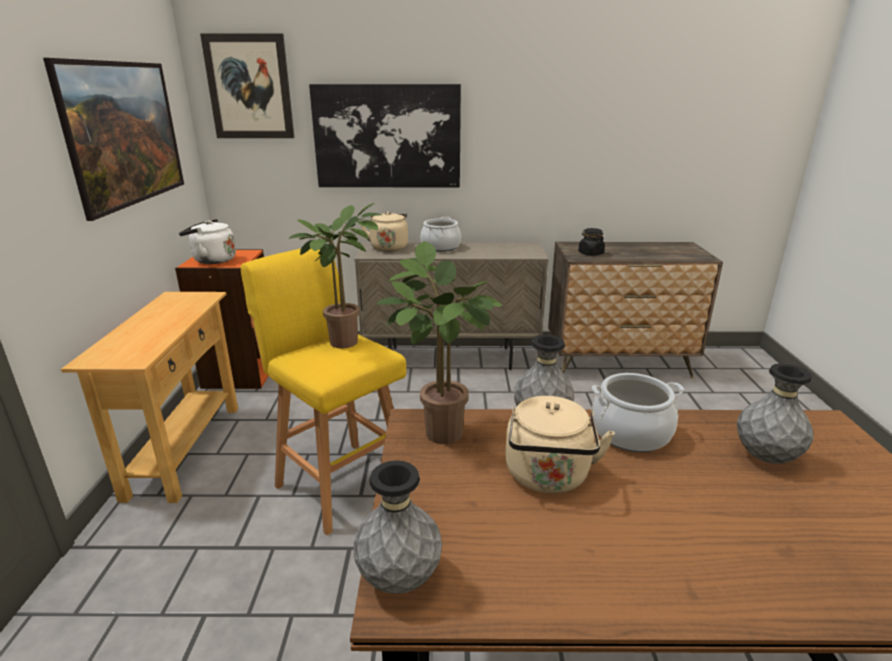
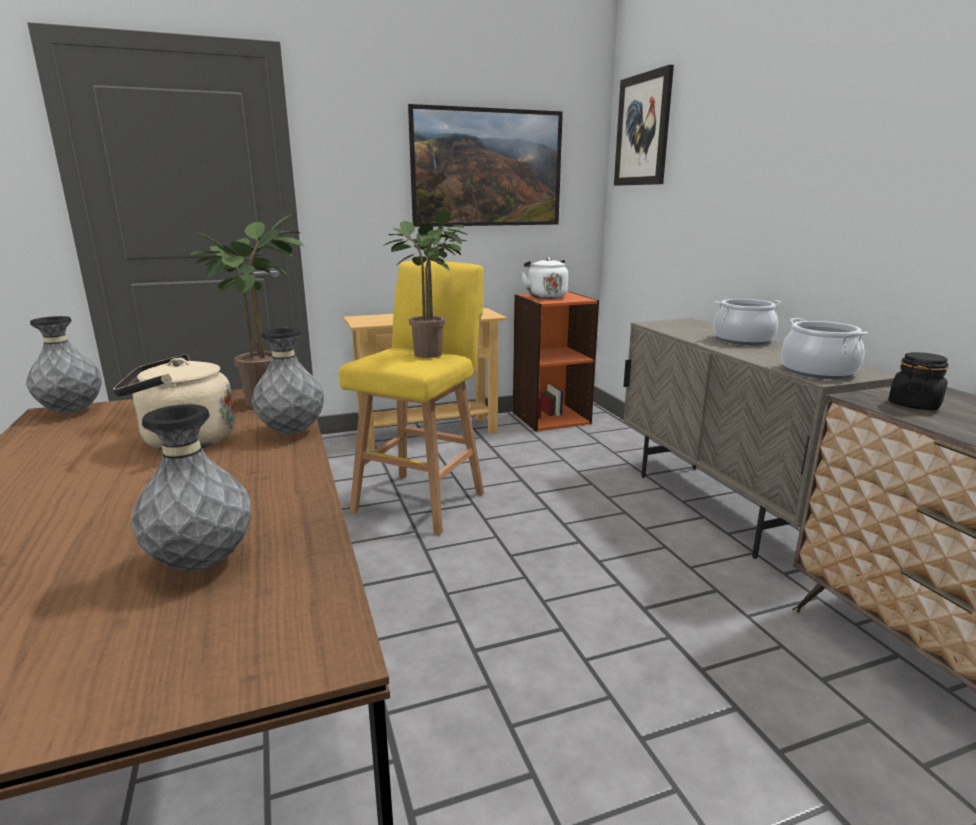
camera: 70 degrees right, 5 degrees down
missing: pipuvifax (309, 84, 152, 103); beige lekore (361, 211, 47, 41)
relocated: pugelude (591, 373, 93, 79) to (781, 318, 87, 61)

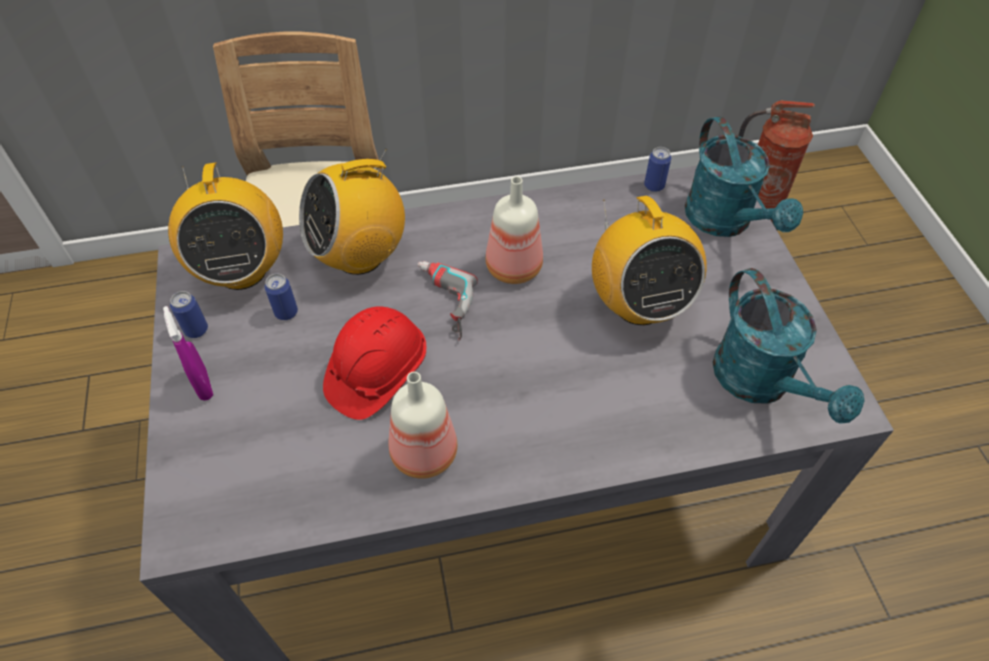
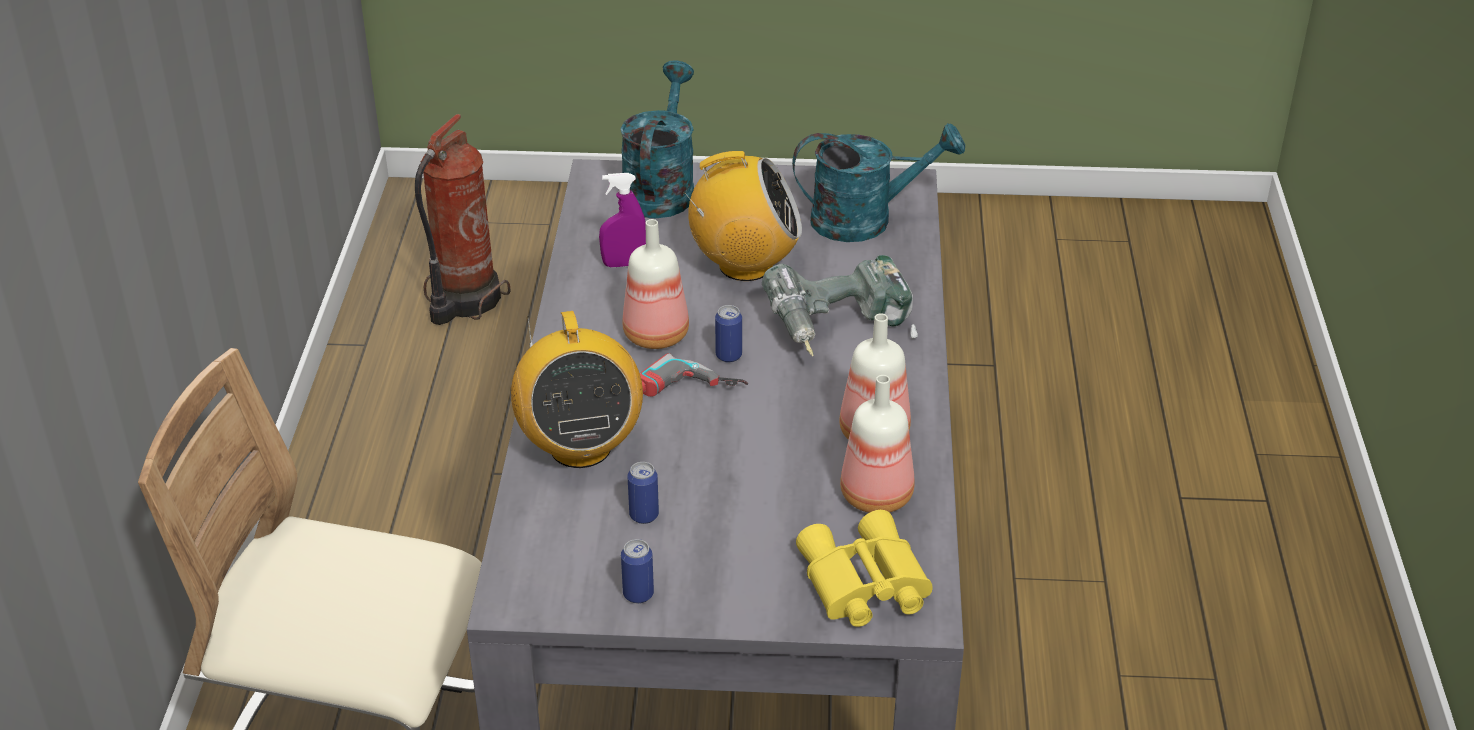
camera: 75 degrees left, 15 degrees down
missing: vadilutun (168, 162, 115, 128); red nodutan (323, 306, 103, 114)
appeared: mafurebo (762, 255, 156, 102); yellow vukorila (796, 510, 137, 117); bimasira (840, 375, 74, 138)
relocated: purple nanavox (163, 306, 50, 95) to (599, 173, 47, 94); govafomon (644, 147, 27, 45) to (715, 305, 27, 58)
spun: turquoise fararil (685, 116, 118, 121) = (620, 60, 74, 158) 75 degrees counterclockwise

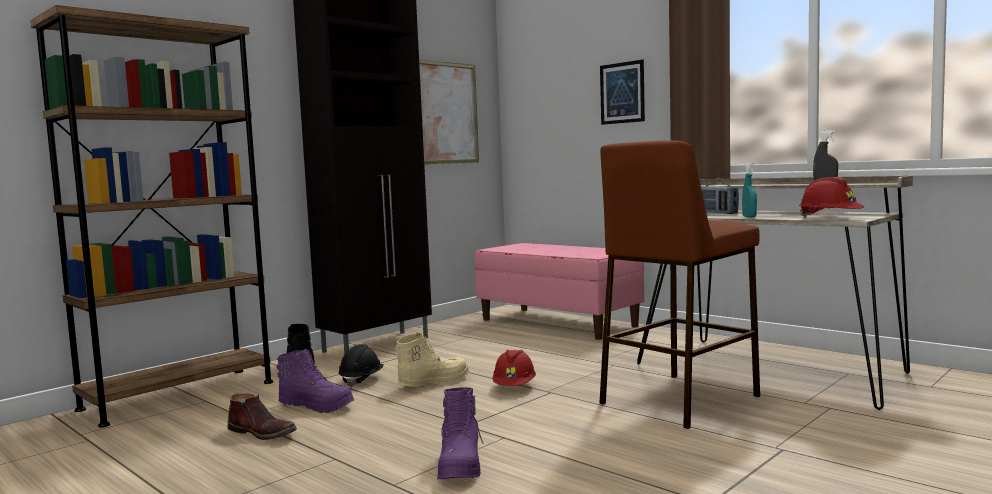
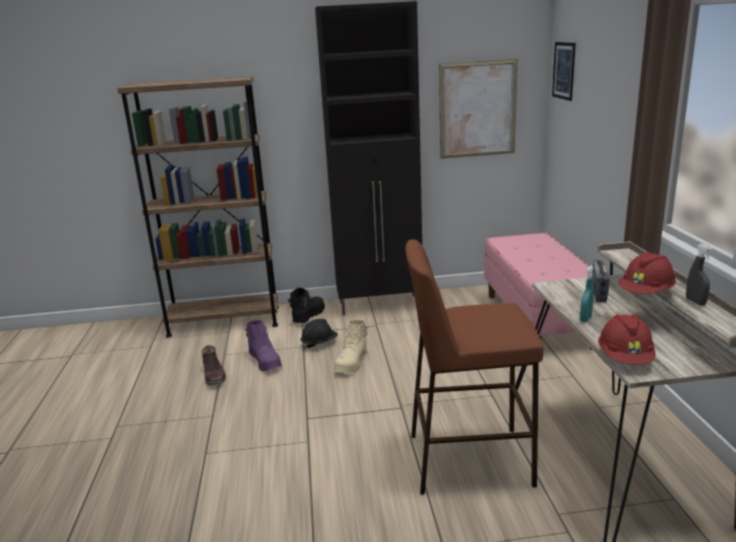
camera: 40 degrees right, 15 degrees up
missing: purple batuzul (437, 387, 46, 92)
relocated: red nodutan (492, 350, 44, 36) to (618, 252, 58, 42); pipuvifax (600, 60, 45, 65) to (552, 42, 24, 59)
spun: beige batuzul (396, 332, 73, 55) = (334, 320, 34, 54) 105 degrees clockwise

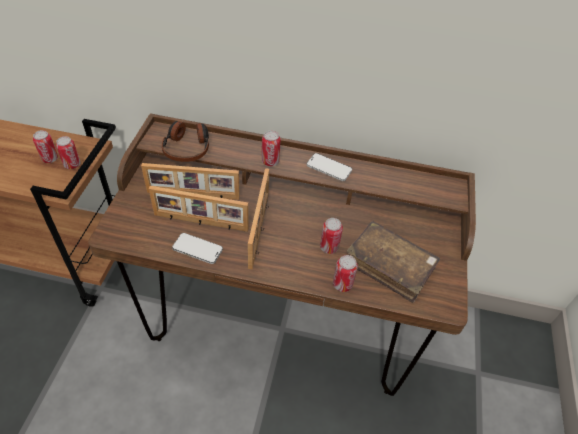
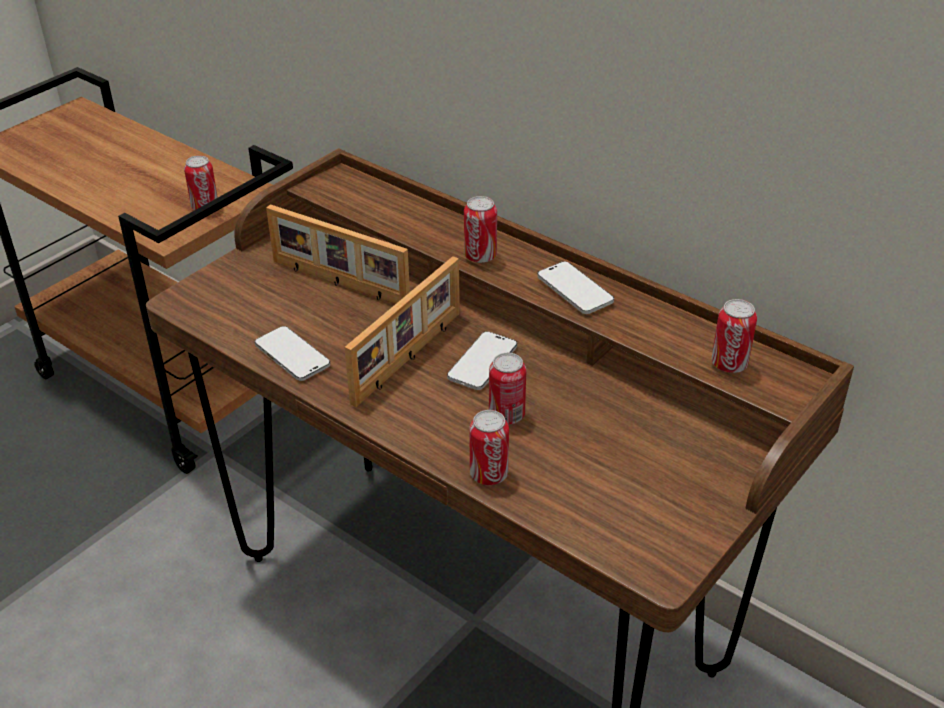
camera: 30 degrees right, 10 degrees down
missing: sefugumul (149, 186, 100, 46); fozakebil (162, 121, 47, 41); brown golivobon (347, 221, 93, 82)
appeared: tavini (447, 331, 70, 59)
relocated: govafomon (33, 130, 25, 33) to (712, 299, 45, 74)

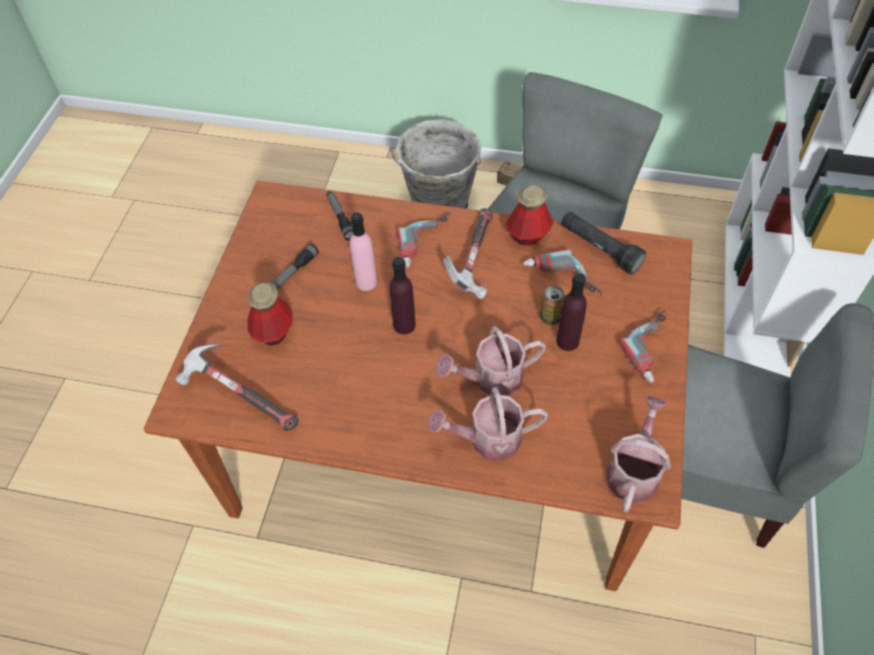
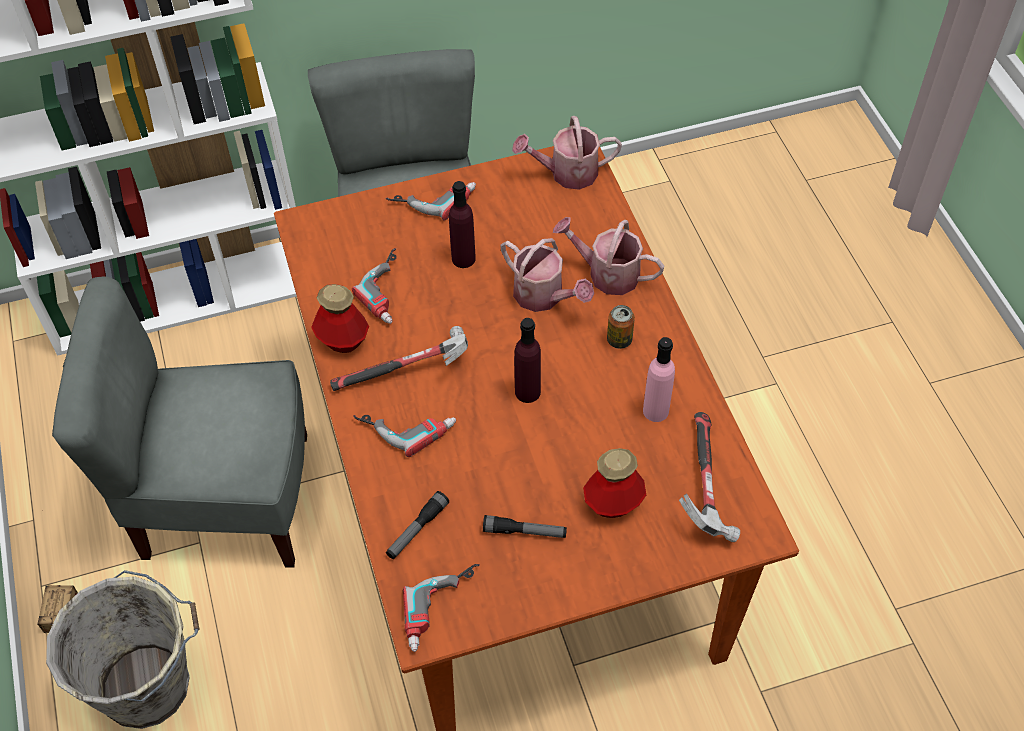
camera: 120 degrees left, 0 degrees up
missing: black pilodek (561, 212, 85, 63)
appeared: mafurebo (403, 564, 77, 88)
relocated: pink bimasira (350, 212, 27, 79) to (643, 337, 32, 85); govafomon (540, 286, 25, 39) to (607, 305, 28, 44)
spun: fararil (428, 387, 120, 74) = (553, 217, 111, 78) 150 degrees clockwise

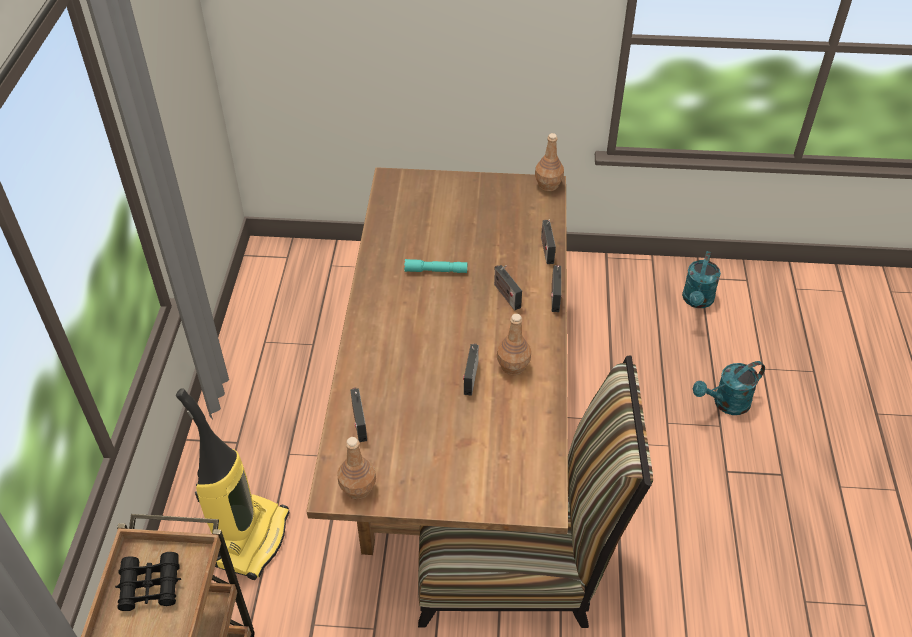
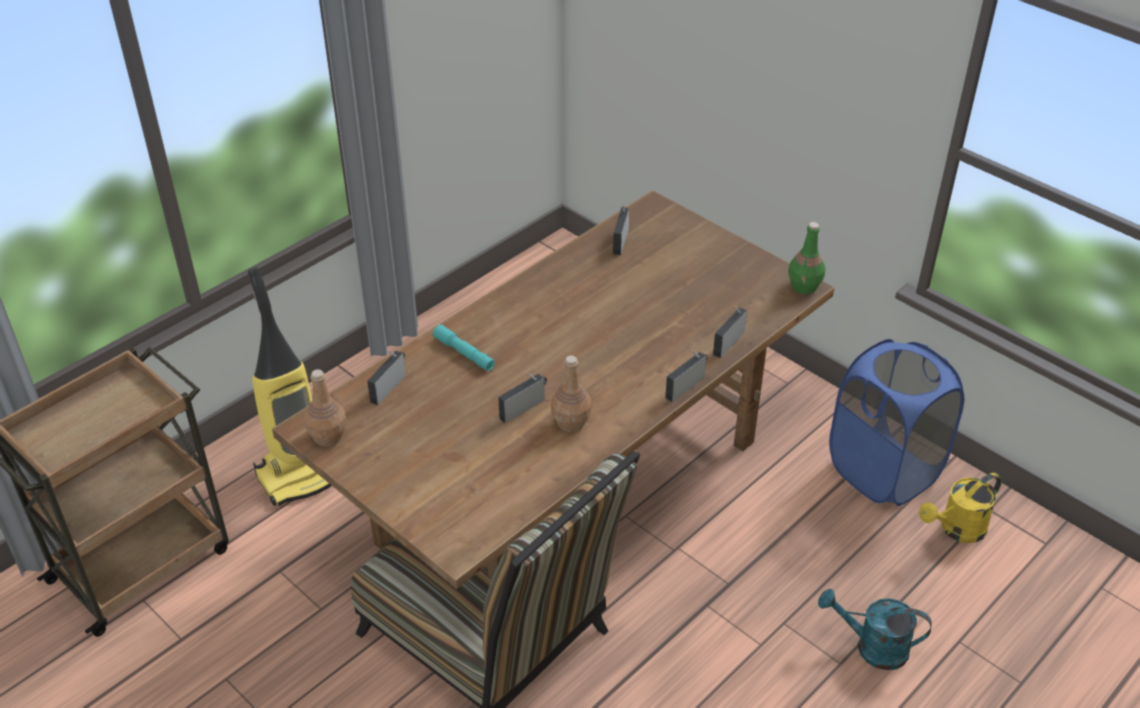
camera: 40 degrees right, 5 degrees down
missing: black vukorila (115, 552, 66, 59)
appeared: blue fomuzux (829, 339, 135, 167)
relocated: turquoise pilodek (404, 259, 63, 14) to (433, 324, 62, 47); vadilutun (494, 265, 28, 45) to (612, 205, 17, 50)
colour: brown bimasira (535, 133, 29, 58) to green bimasira (788, 222, 37, 72); turquoise fararil (682, 251, 39, 57) to yellow fararil (919, 473, 83, 70)

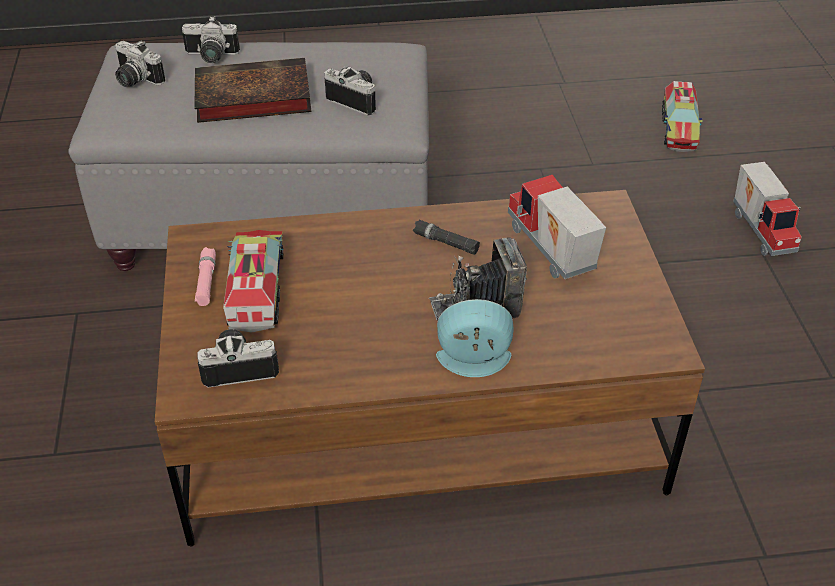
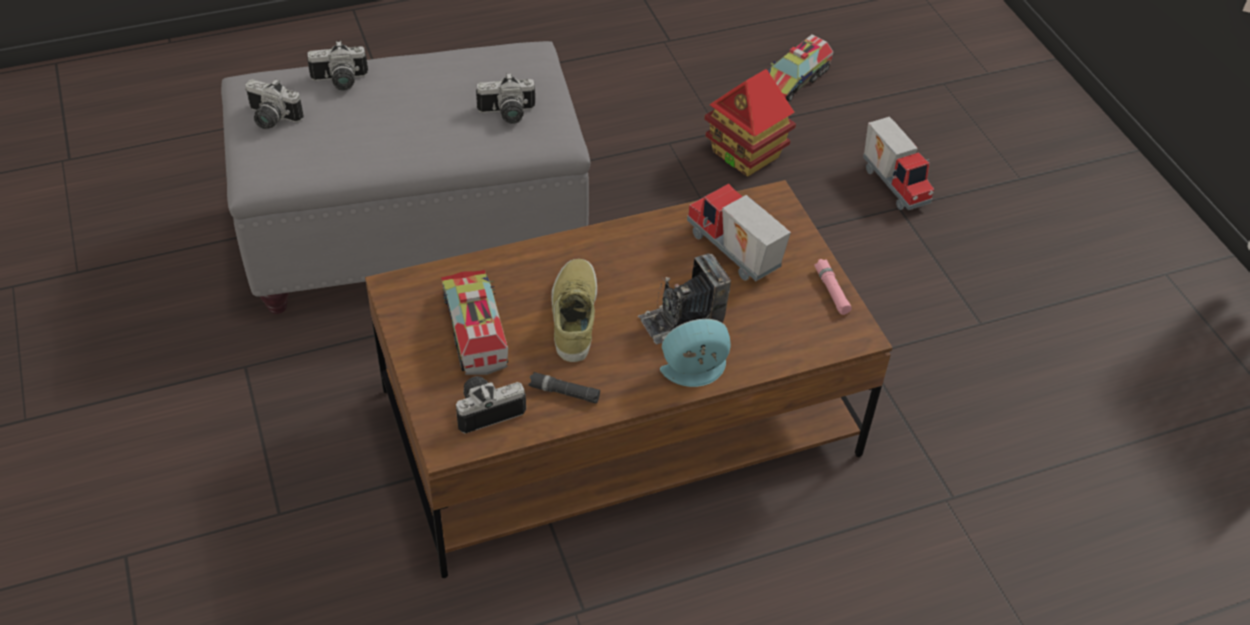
camera: 15 degrees left, 5 degrees up
missing: golivobon (194, 58, 117, 65)
appeared: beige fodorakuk (551, 259, 46, 103); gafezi (704, 69, 92, 108)
relocated: pink pilodek (195, 247, 21, 59) to (814, 259, 38, 56); black pilodek (413, 220, 67, 35) to (529, 372, 71, 31)
spun: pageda (324, 66, 52, 49) = (476, 73, 59, 51) 150 degrees clockwise; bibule (662, 81, 41, 71) = (768, 34, 65, 68) 45 degrees clockwise

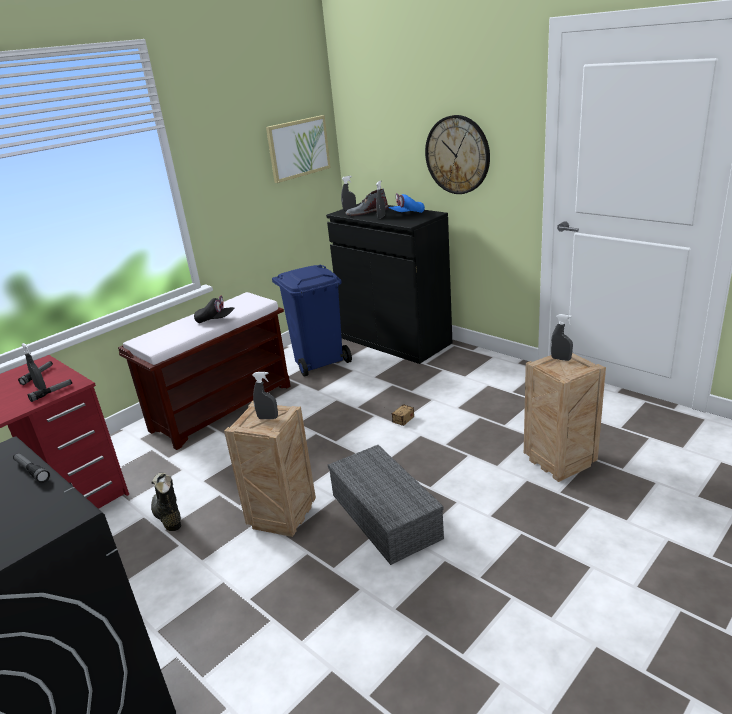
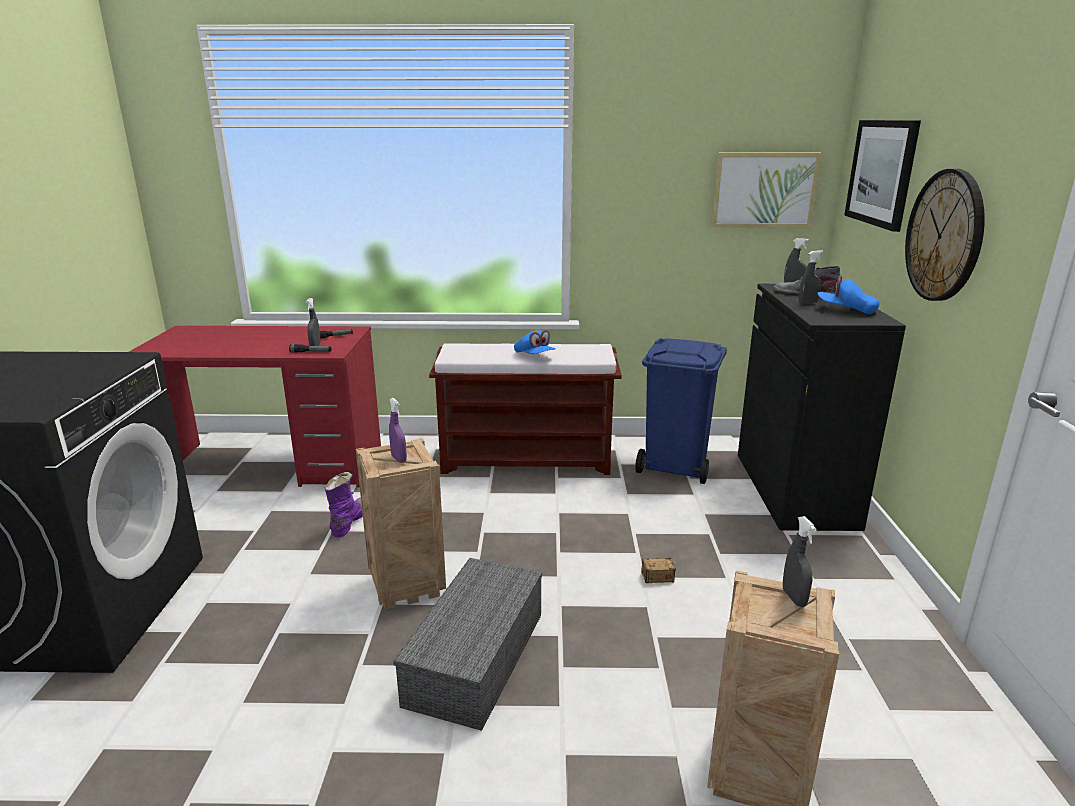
camera: 45 degrees right, 5 degrees down
missing: pilodek (13, 453, 37, 30)
appeared: pipuvifax (844, 120, 77, 112)
colour: black batuzul (151, 473, 30, 58) to purple batuzul (325, 472, 38, 65); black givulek (194, 295, 40, 28) to blue givulek (514, 330, 41, 24); grey nanavox (252, 372, 26, 47) to purple nanavox (389, 398, 18, 65)

